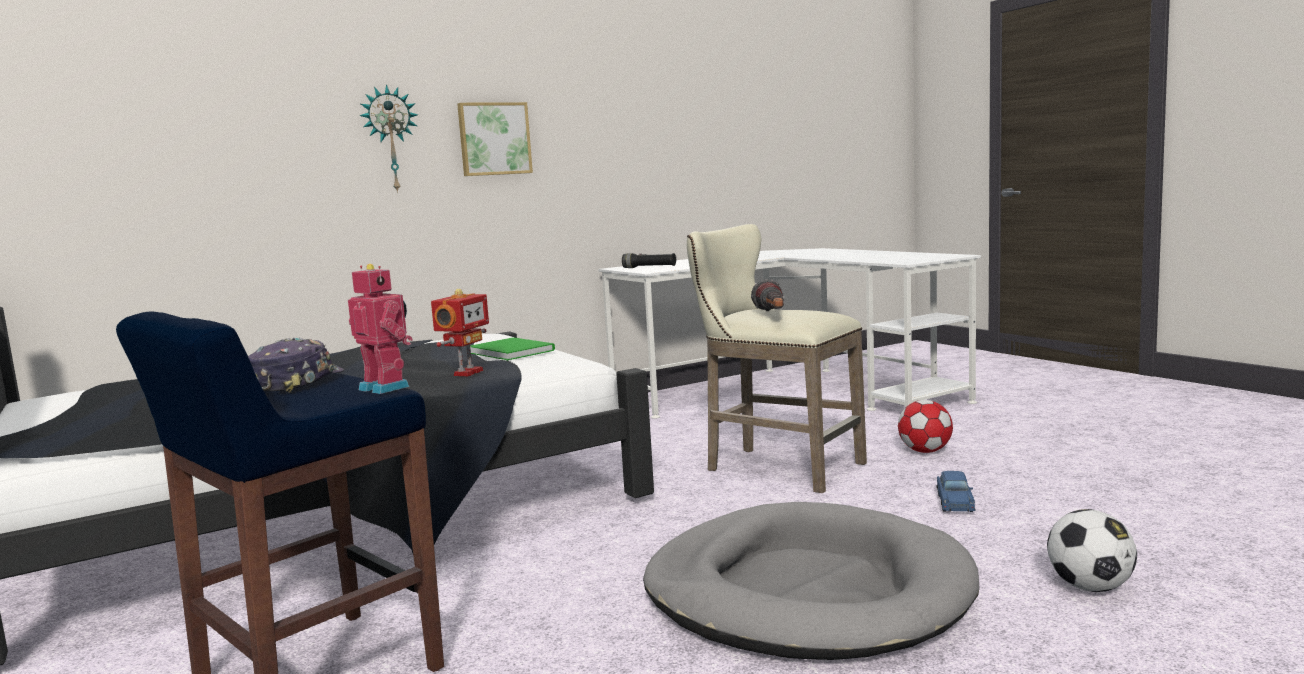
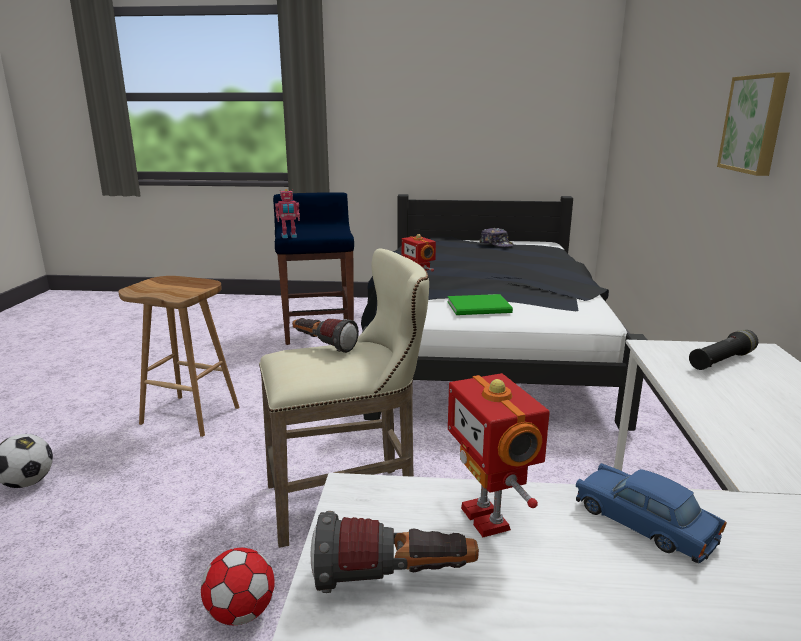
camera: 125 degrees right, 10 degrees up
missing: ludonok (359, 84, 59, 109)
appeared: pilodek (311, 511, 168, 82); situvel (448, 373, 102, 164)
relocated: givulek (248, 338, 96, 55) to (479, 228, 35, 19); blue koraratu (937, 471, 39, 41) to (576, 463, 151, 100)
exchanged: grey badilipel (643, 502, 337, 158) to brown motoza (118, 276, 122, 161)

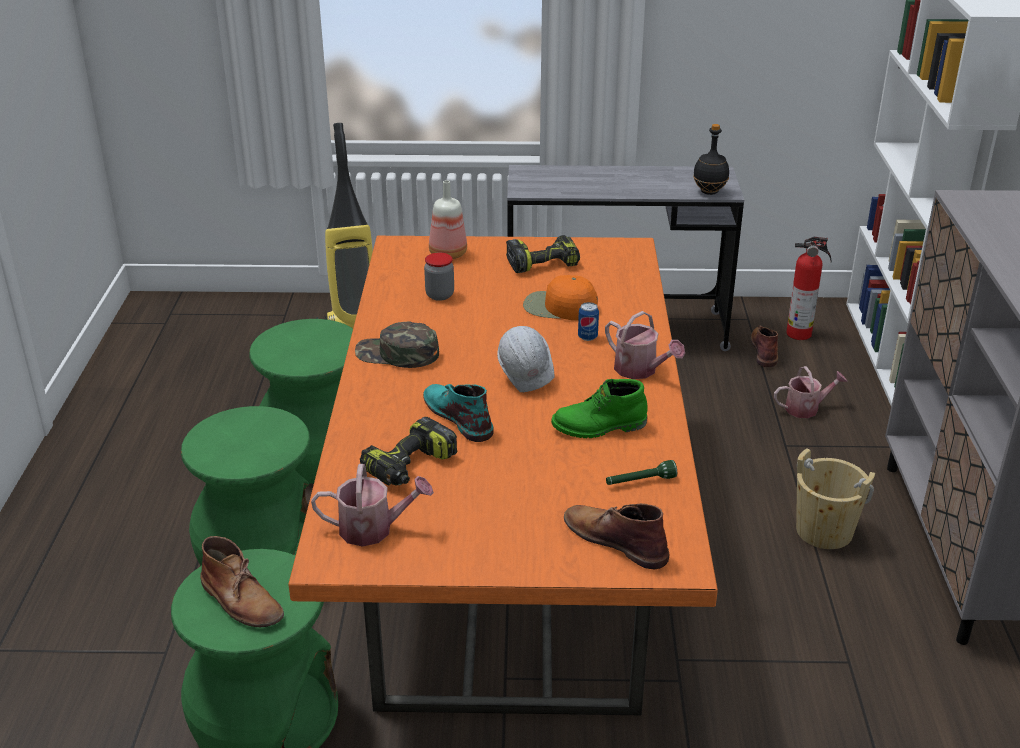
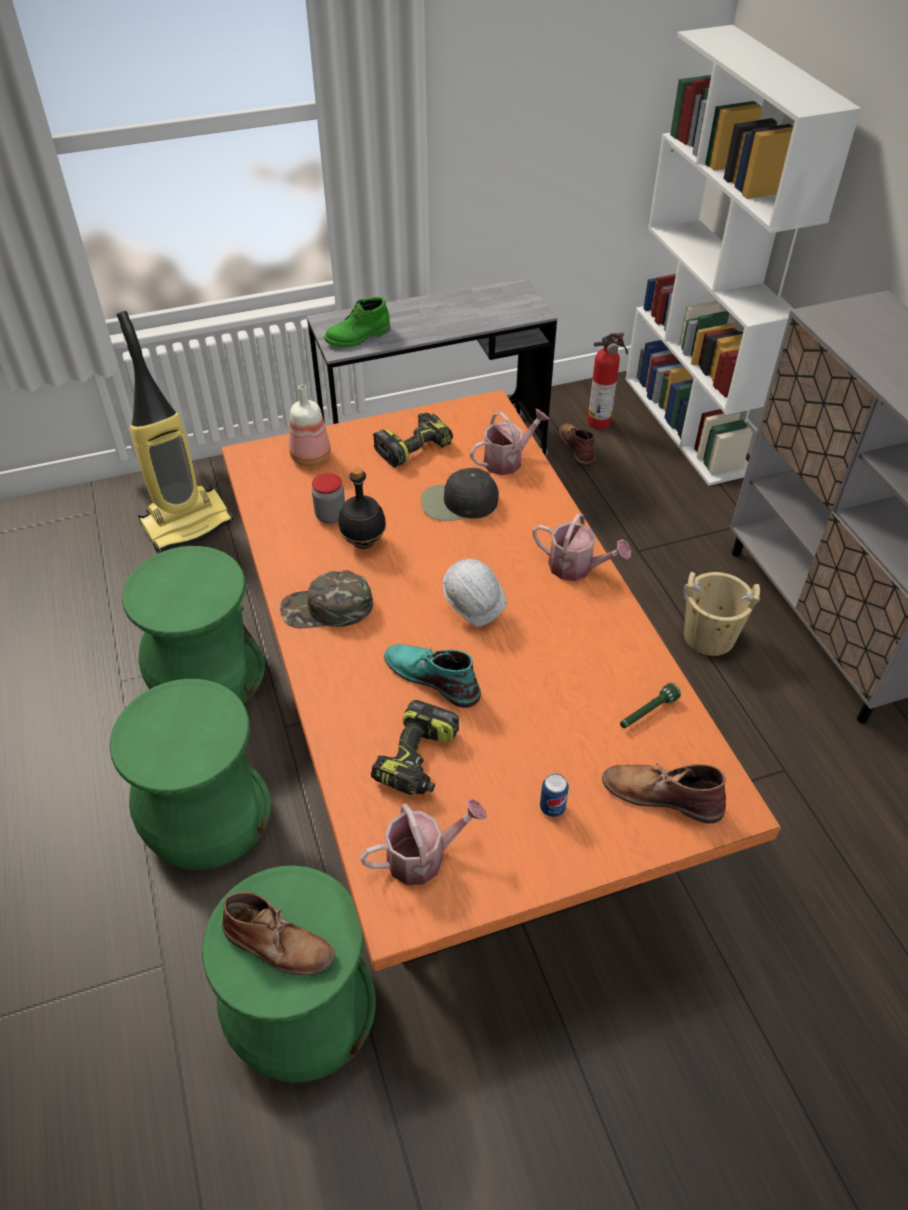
camera: 20 degrees left, 15 degrees up
relocated: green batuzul (551, 379, 96, 59) to (324, 297, 66, 50); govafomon (578, 302, 21, 39) to (540, 773, 29, 44); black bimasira (693, 124, 36, 71) to (338, 467, 48, 82); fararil (774, 366, 74, 52) to (470, 409, 80, 66)
colour: orange givulek (523, 275, 75, 45) to black givulek (421, 468, 78, 53)

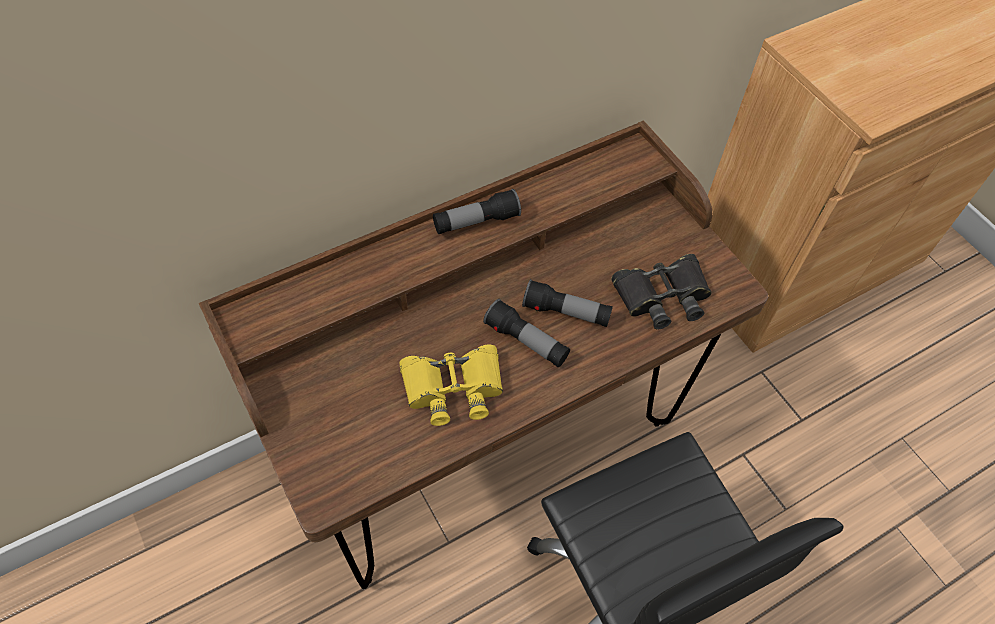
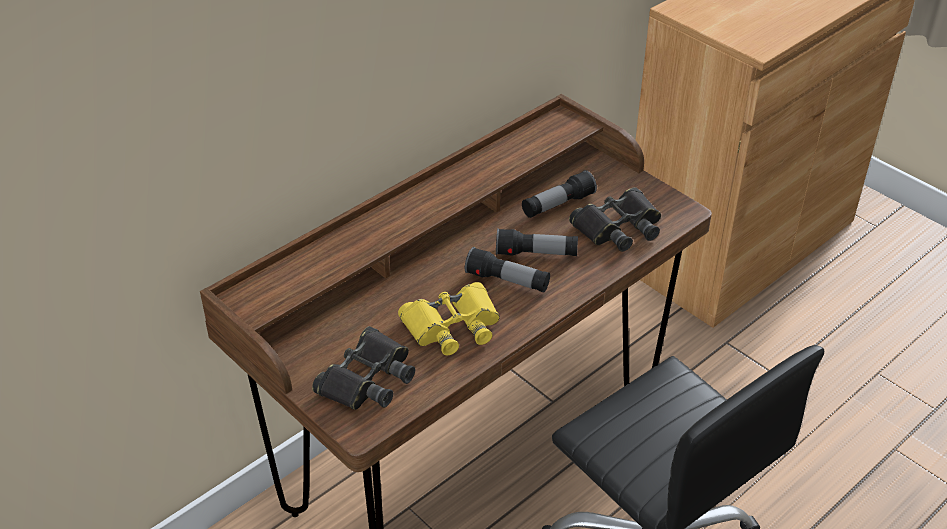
camera: 10 degrees left, 15 degrees down
appeared: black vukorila (312, 326, 103, 84)
relocated: pilodek (433, 189, 88, 45) to (522, 170, 75, 48)

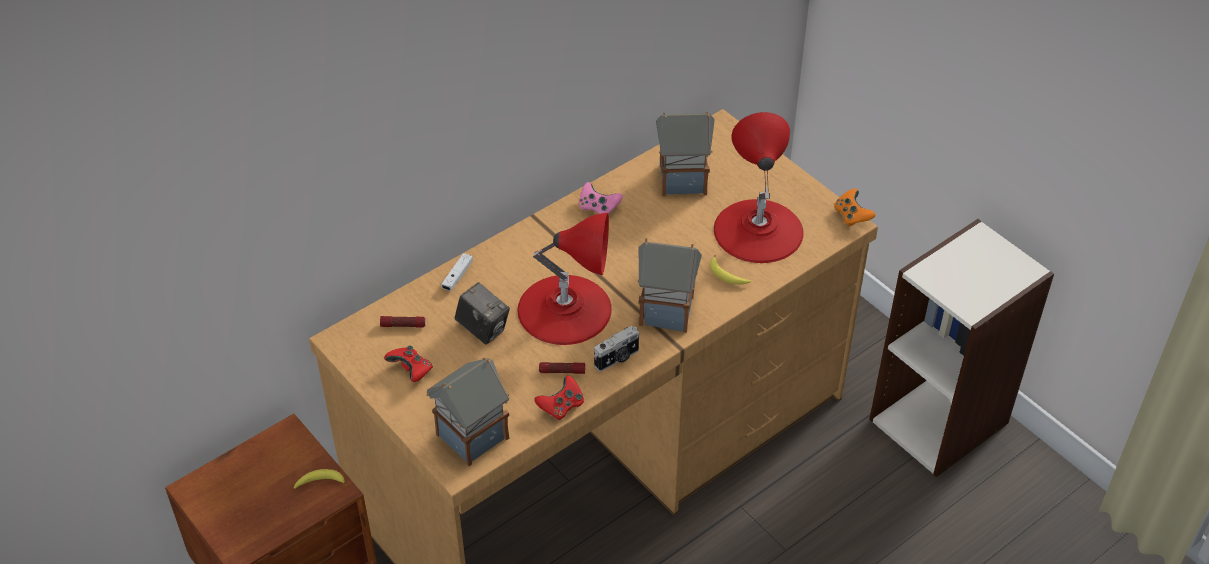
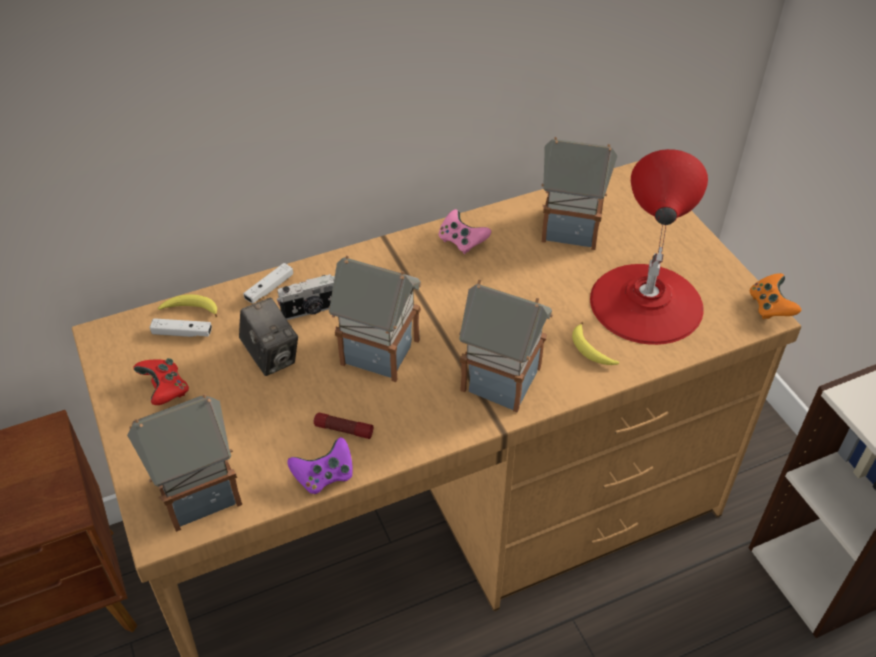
camera: 15 degrees right, 0 degrees up
relocated: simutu (294, 469, 53, 20) to (158, 294, 60, 23); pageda (594, 326, 46, 46) to (277, 274, 58, 46)
exchanged: pilodek (380, 316, 46, 12) to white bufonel (150, 318, 62, 19); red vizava (518, 213, 94, 132) to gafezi (329, 255, 92, 127)
colour: red bufonel (534, 375, 50, 45) to purple bufonel (287, 437, 66, 57)

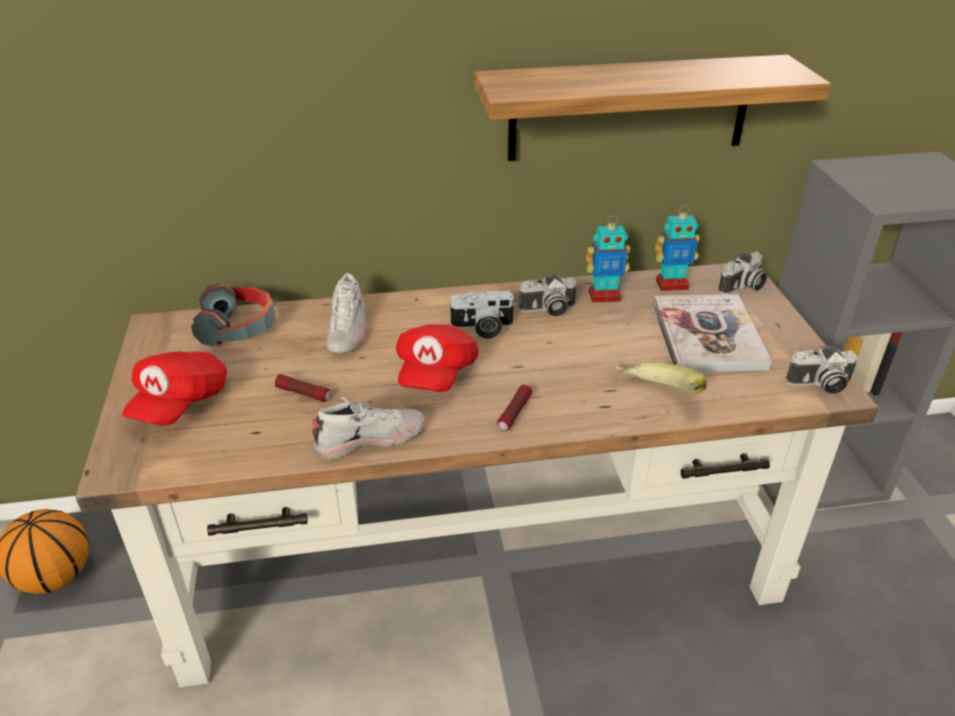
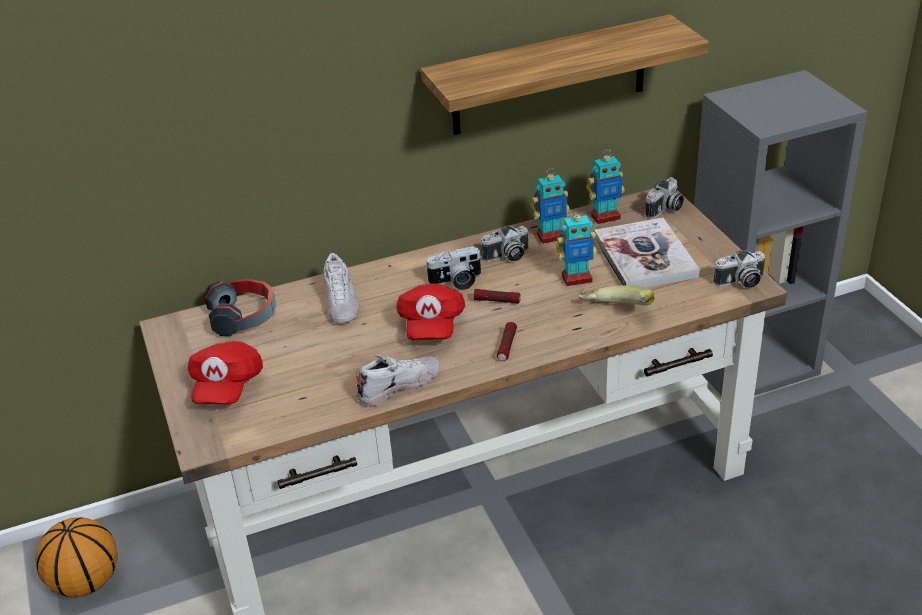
camera: 10 degrees left, 0 degrees up
appeared: situvel (556, 209, 41, 77)
relocated: pilodek (275, 374, 56, 28) to (474, 289, 47, 15)

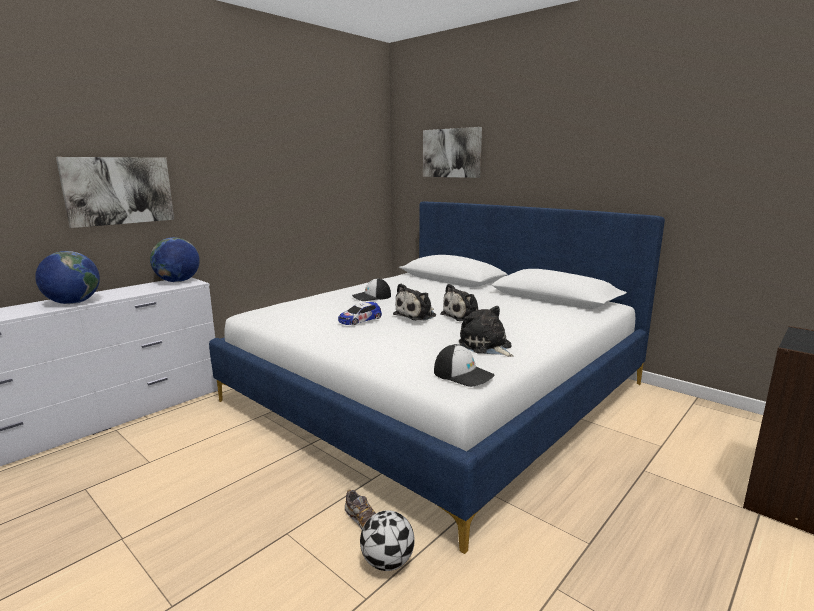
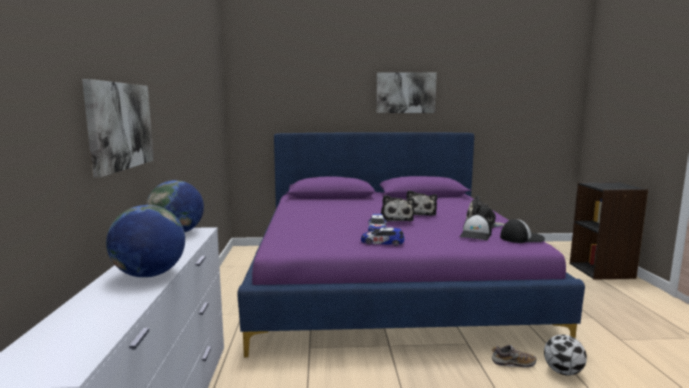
camera: 45 degrees left, 5 degrees down
appeared: koraratu (361, 228, 44, 18)
relocated: givulek (352, 278, 39, 23) to (460, 215, 32, 25); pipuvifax (423, 127, 59, 51) to (376, 72, 61, 41)
colour: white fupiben (209, 202, 456, 352) to purple fupiben (237, 132, 348, 225)

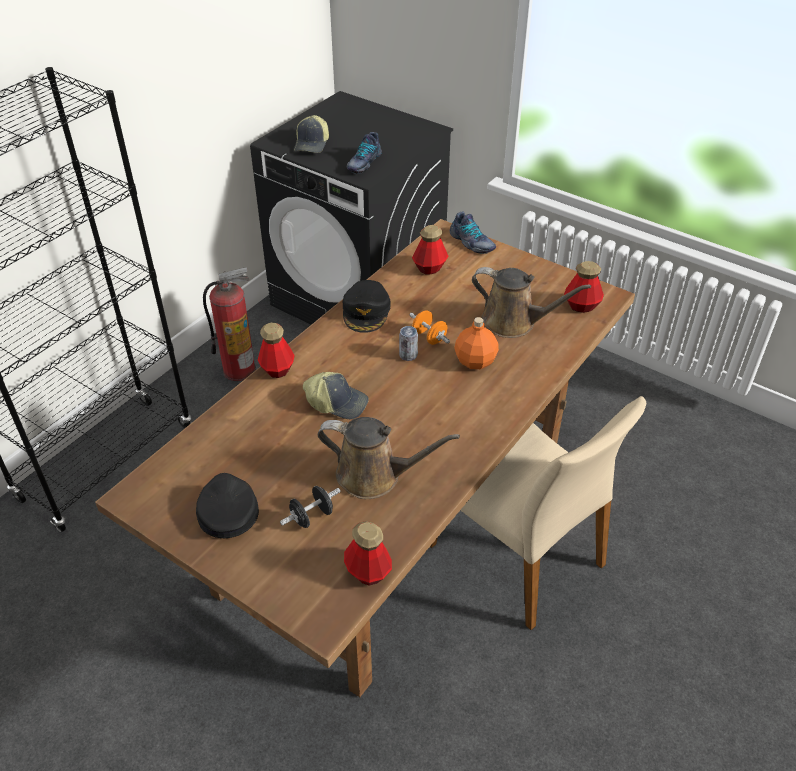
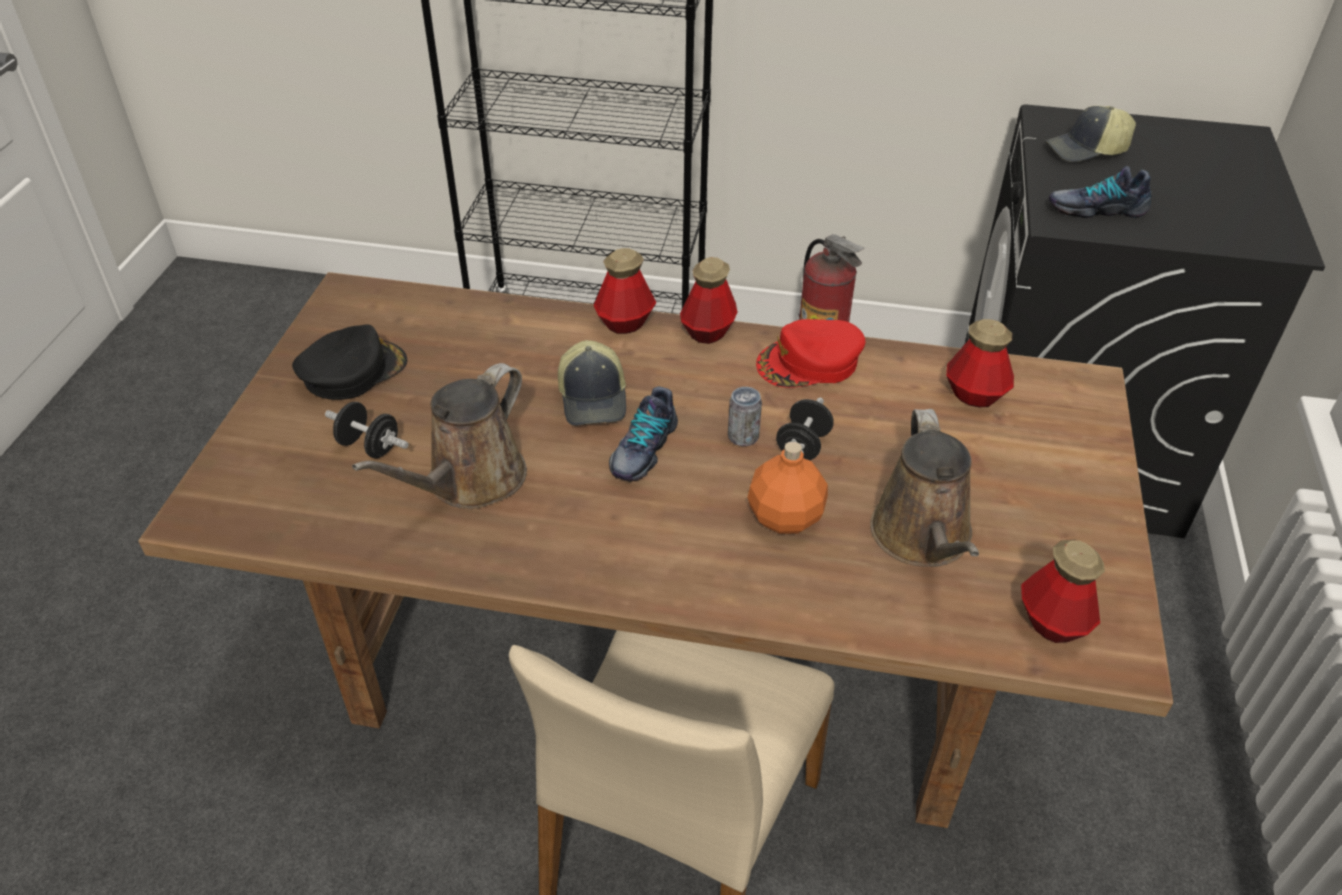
camera: 65 degrees right, 0 degrees up
relocated: bimasira (344, 521, 48, 65) to (680, 257, 57, 87); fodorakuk (450, 211, 46, 43) to (609, 387, 69, 95)
colour: black givulek (343, 280, 48, 53) to red givulek (756, 319, 109, 69); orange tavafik (409, 310, 41, 35) to black tavafik (776, 398, 58, 62)
spun: brown fararil (318, 417, 142, 82) = (352, 363, 175, 146) 45 degrees clockwise

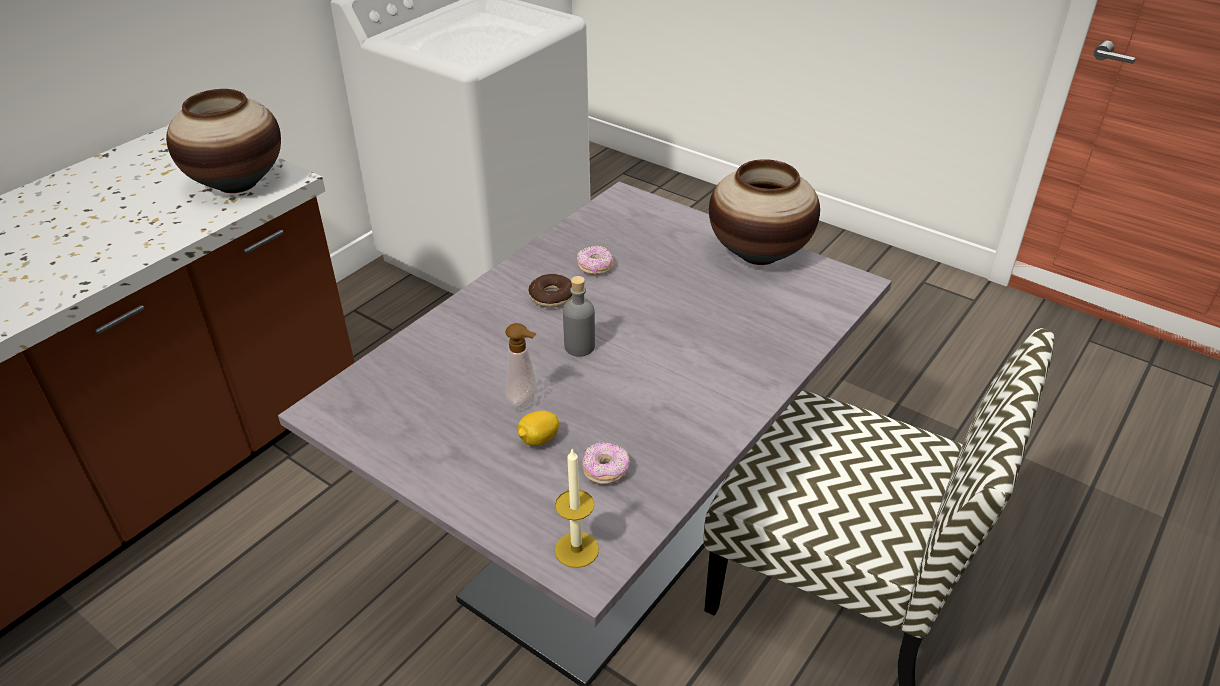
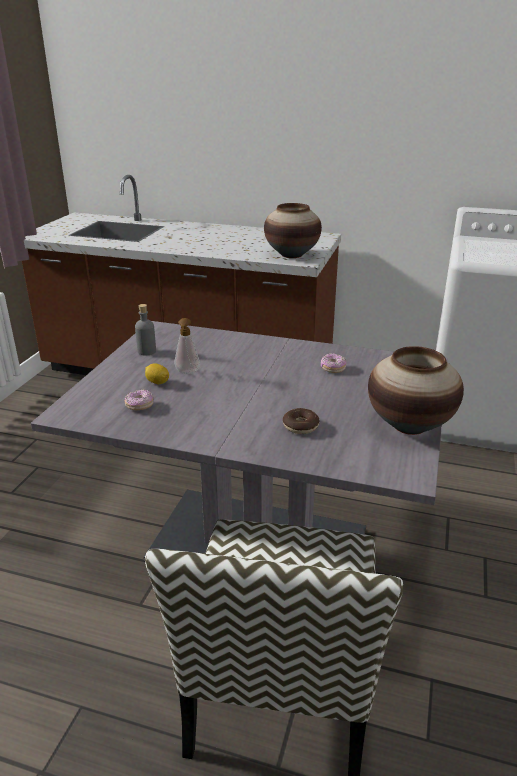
camera: 70 degrees right, 10 degrees down
missing: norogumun (555, 449, 44, 119)
relocated: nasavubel (529, 274, 44, 34) to (283, 408, 37, 26); grey bimasira (563, 276, 32, 81) to (135, 304, 21, 51)

